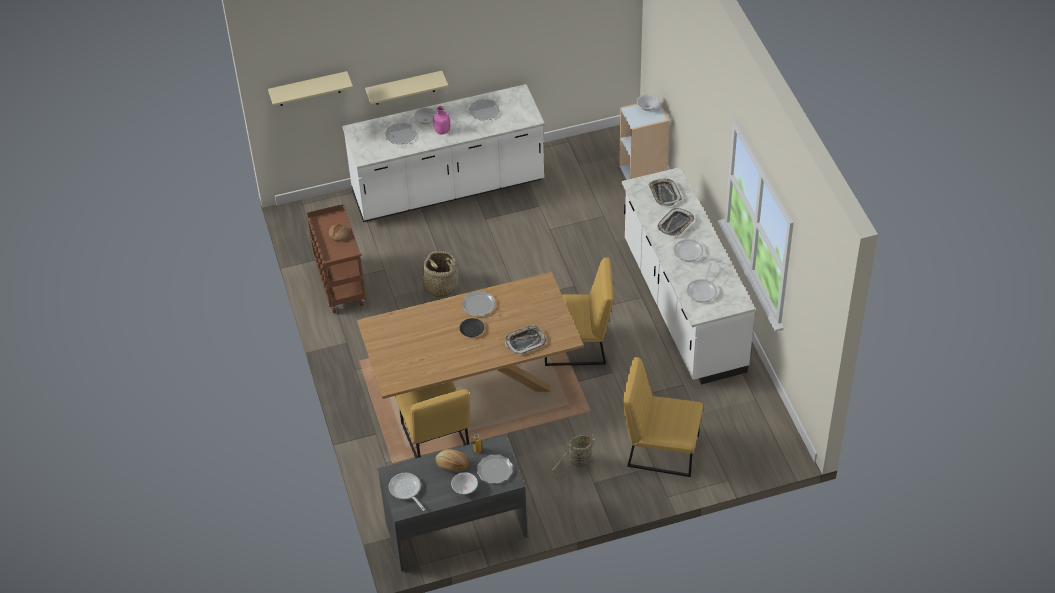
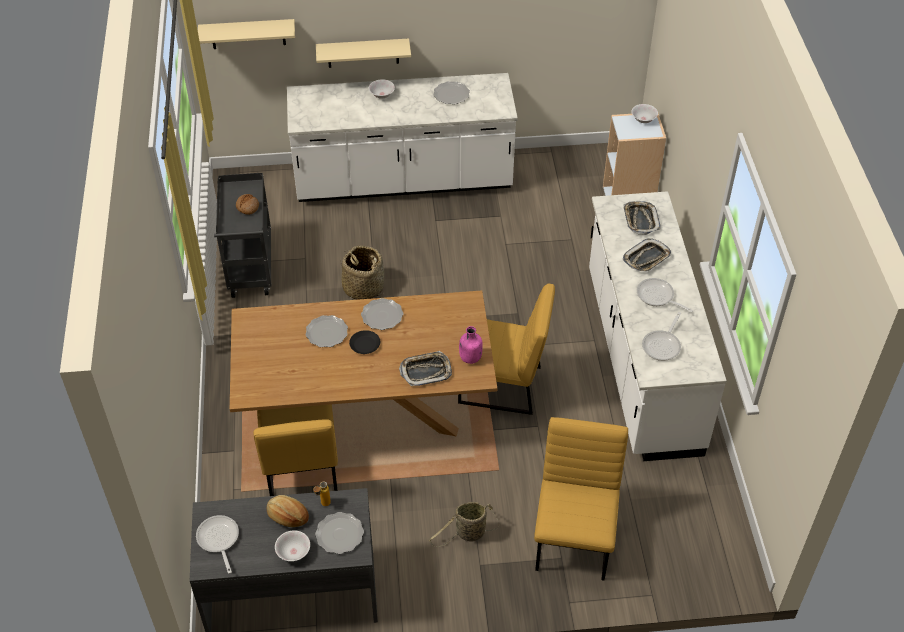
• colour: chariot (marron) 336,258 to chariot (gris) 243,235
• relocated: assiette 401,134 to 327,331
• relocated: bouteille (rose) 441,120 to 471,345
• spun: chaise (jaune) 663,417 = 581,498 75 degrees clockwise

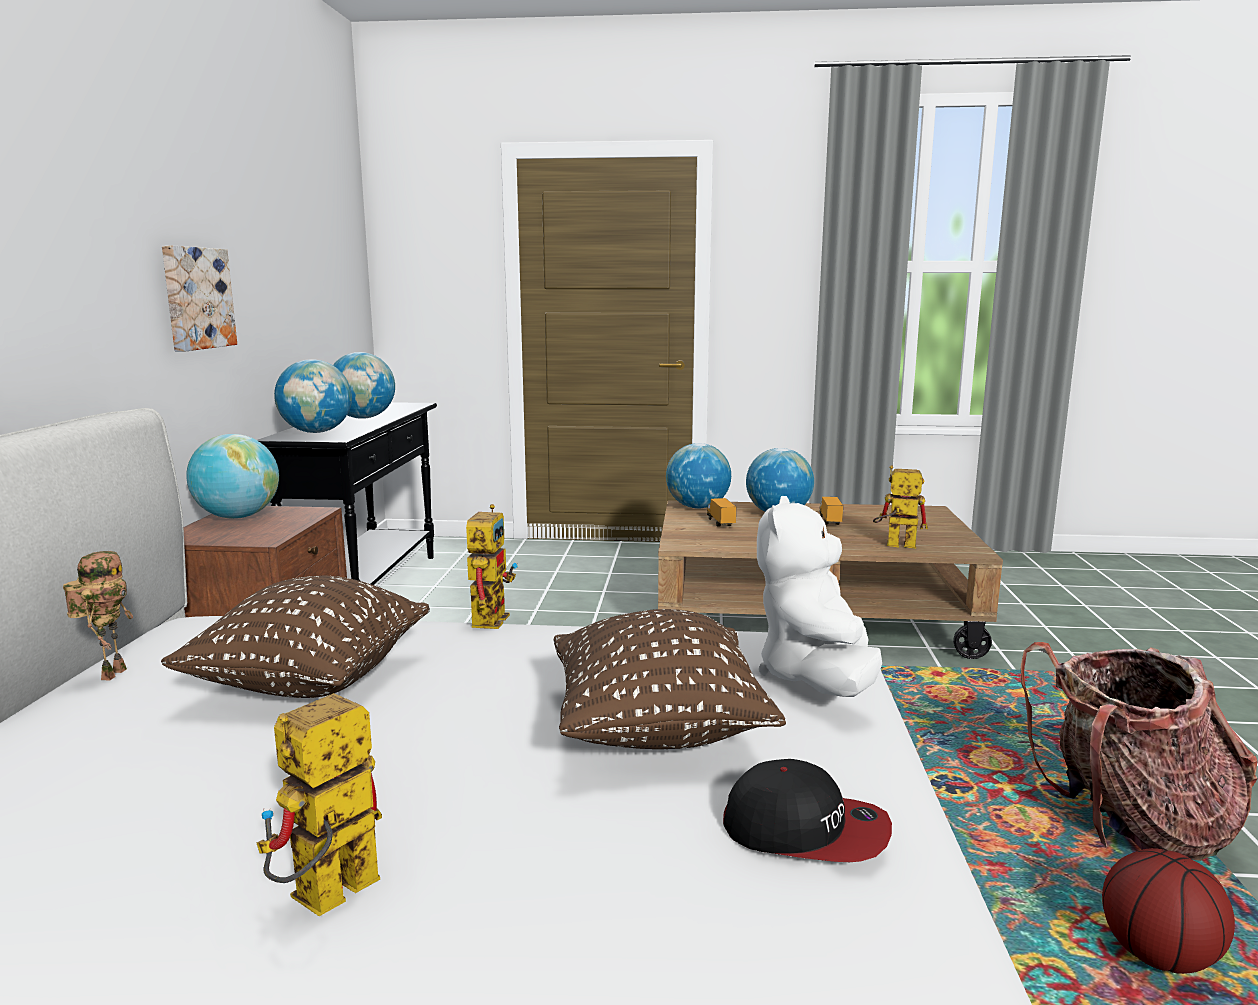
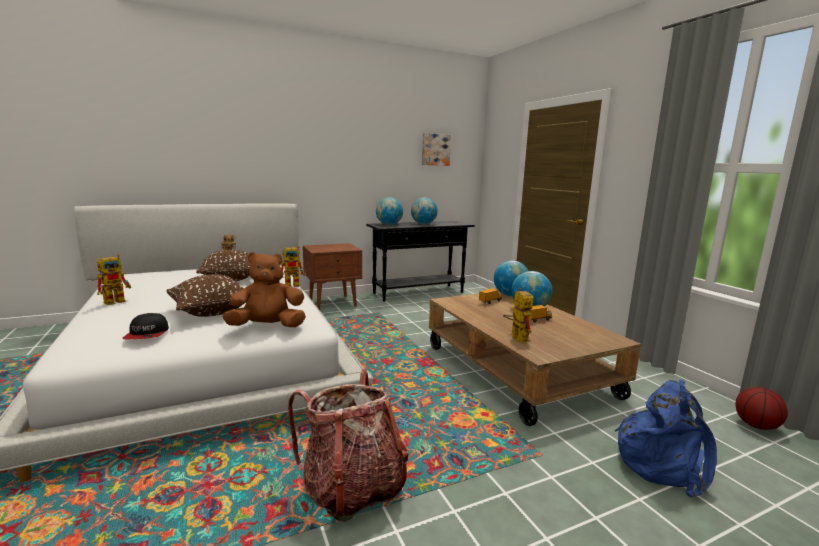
• spun: robot jouet 319,804 = 114,279 120 degrees clockwise
• colour: peluche (blanc) 819,596 to peluche (marron) 264,289
• relocated: tableau 199,298 to 436,149
• appeared: sac à dos (bleu) 666,438
• relocated: ballon de basket 1168,911 to 761,408
• missing: globe 232,476

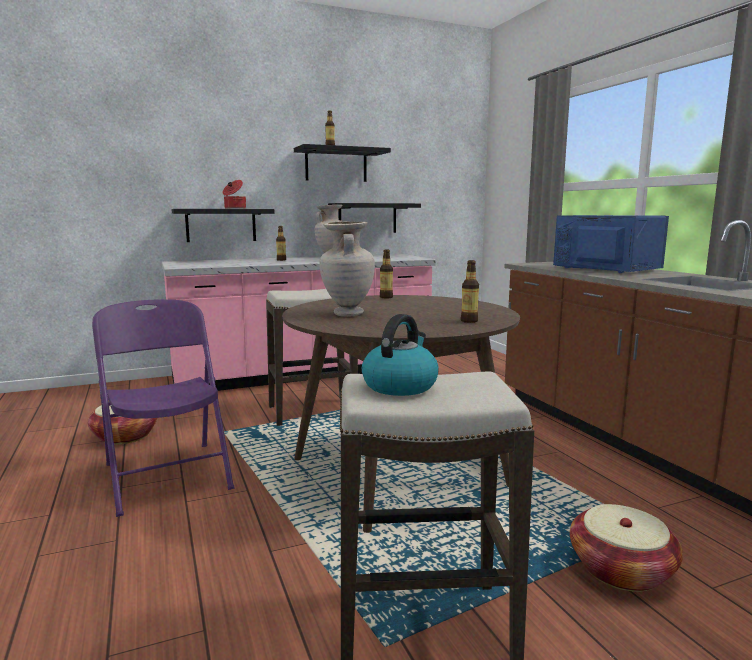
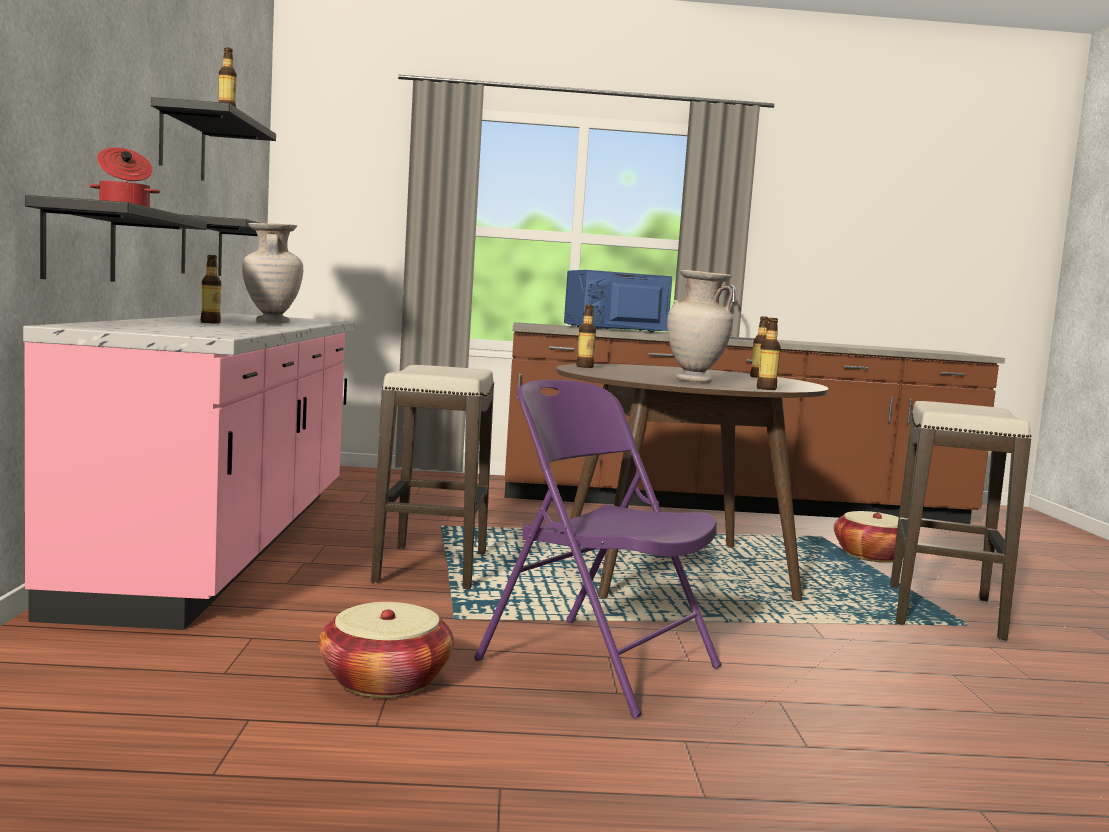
• spun: chaise (violet) 163,408 = 597,549 45 degrees clockwise
• appeared: bouteille 769,354
• missing: bouilloire 400,355

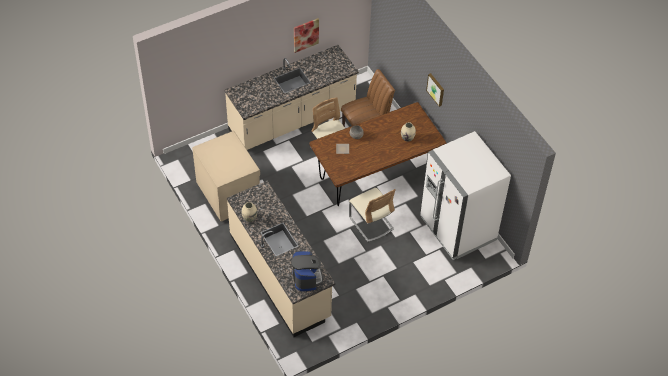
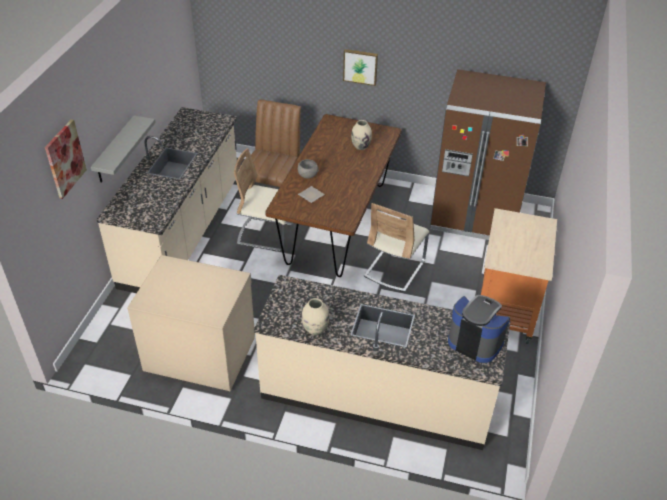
• relocated: tableau 306,35 to 66,159
• appeared: étagère (gris) 123,149
• spun: chaise (beige) 372,215 = 396,247 105 degrees clockwise
• colour: réfrigérateur (blanc) 465,195 to réfrigérateur (marron) 488,154
• appeared: chariot (orange) 519,276

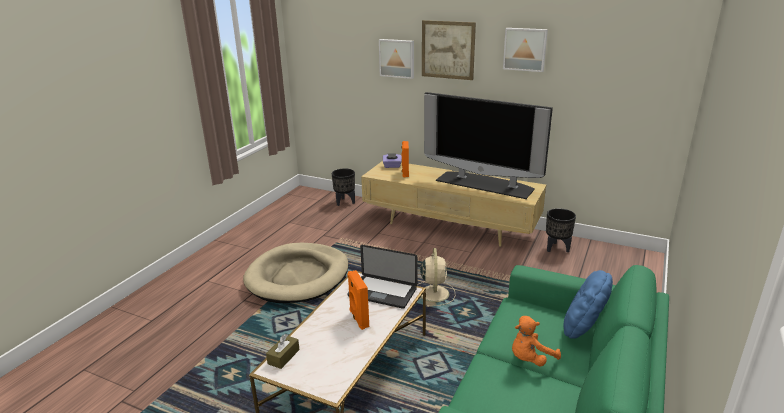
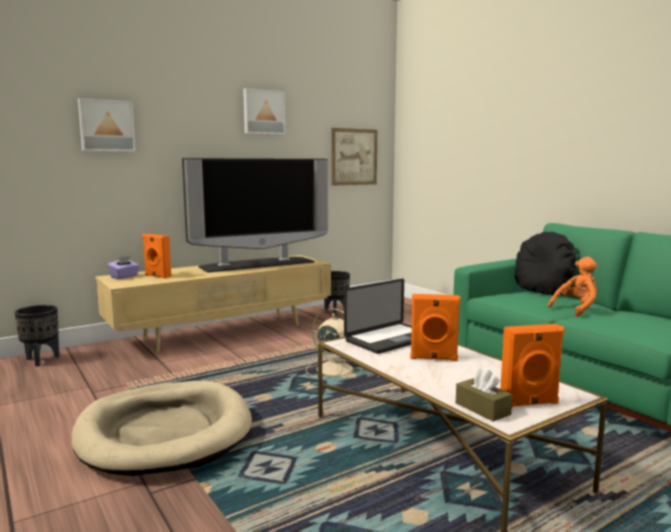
• relocated: tableau 449,50 to 354,157
• appeared: enceinte (orange) 532,366
• colour: coussin (bleu) 588,304 to coussin (noir) 545,263
• spun: peluche (orange) 536,341 = 573,287 120 degrees counterclockwise

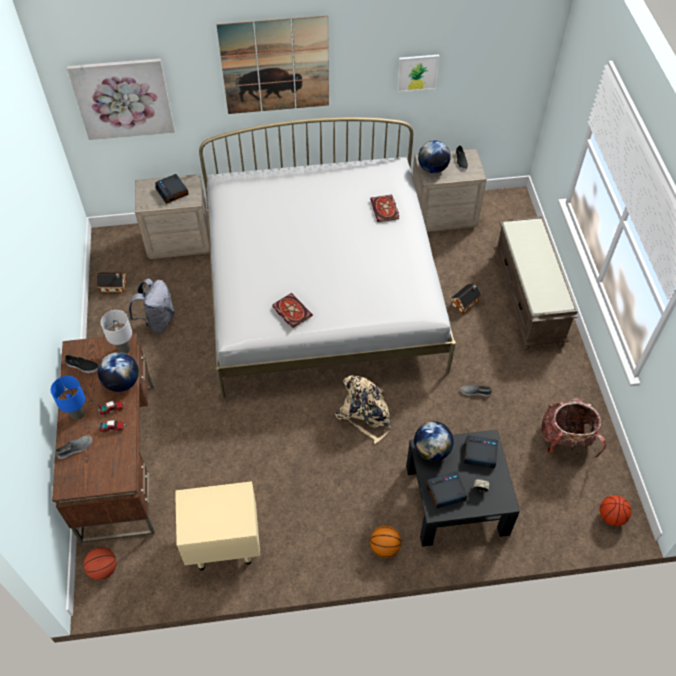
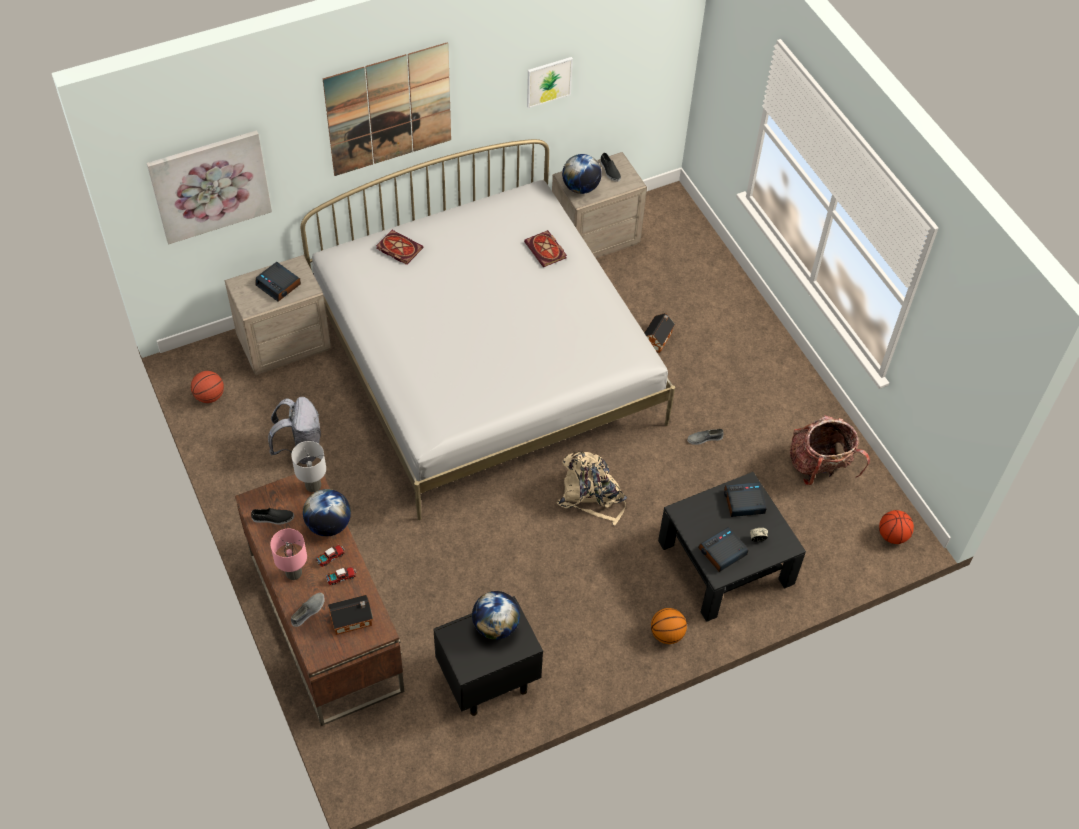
• relocated: ballon de basket 100,563 to 207,387
• colour: lampe de table (bleu) 68,398 to lampe de table (rose) 288,554
• relocated: maison miniature 112,282 to 350,615
• relocated: livre 292,310 to 399,247
• colour: table de chevet (beige) 217,525 to table de chevet (noir) 488,656
• relocated: globe 434,441 to 496,615
• missing: banc (marron) 536,283

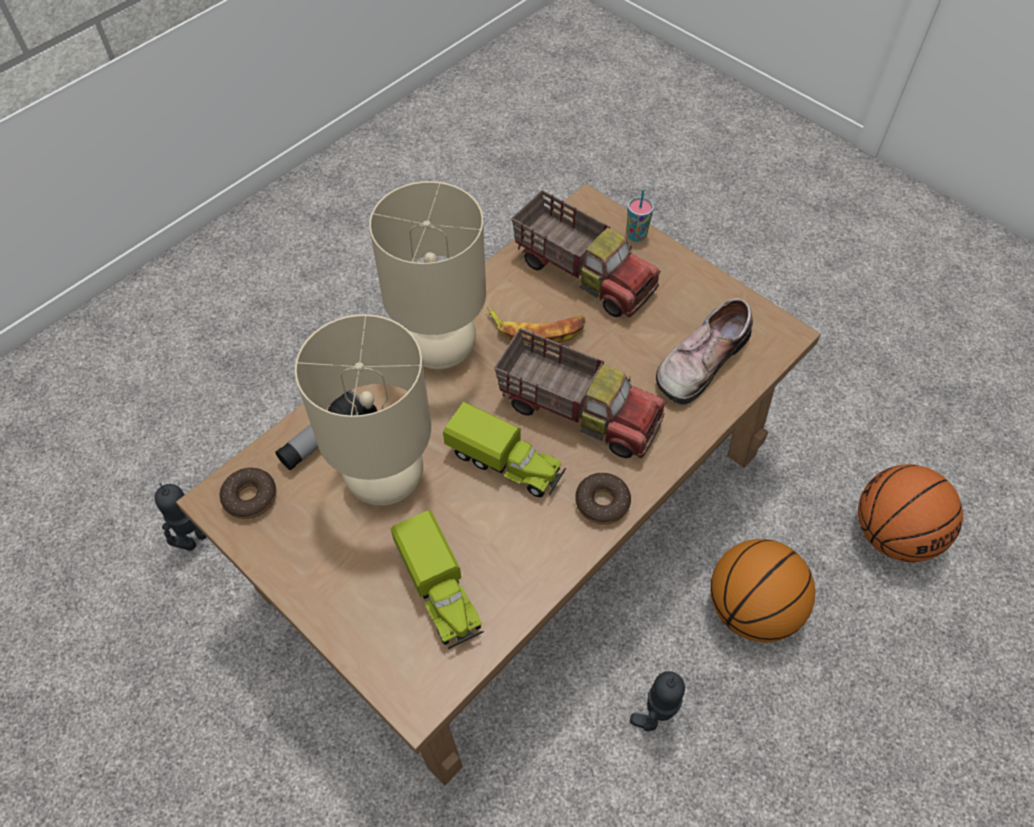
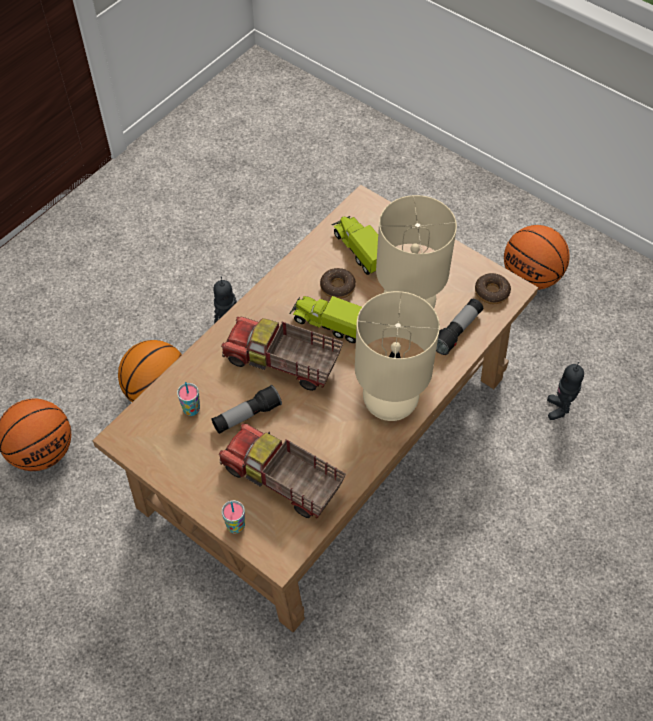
• exchanged: chaussure 704,351 to tasse 188,399
• appeared: lampe de poche 247,409
• relocated: beignet 603,498 to 338,283
• appeared: ballon de basket 537,257
• spun: robot jouet 181,517 = 565,391 150 degrees clockwise
• missing: banane 536,326

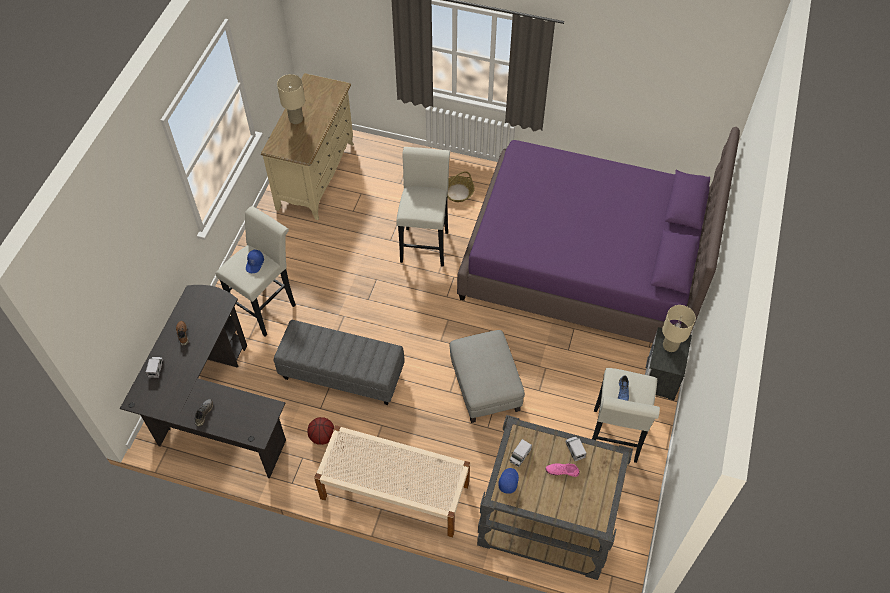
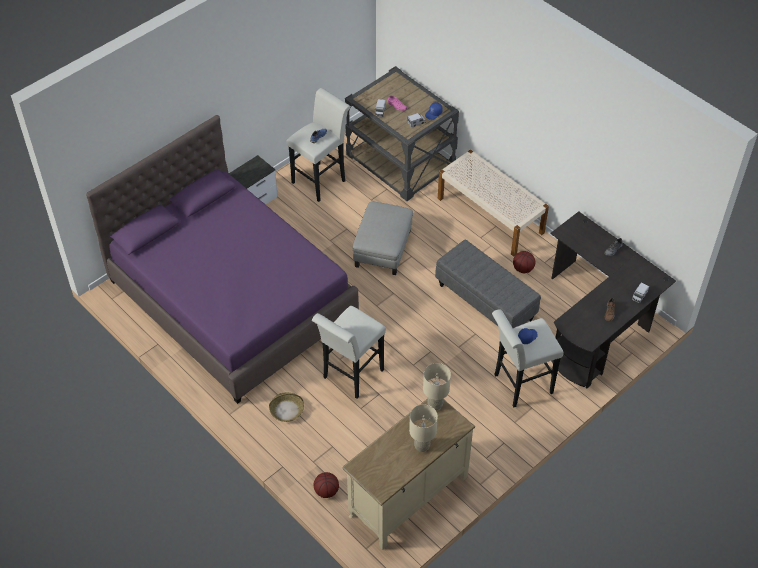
• appeared: ballon de basket 326,485
• relocated: lampe de table (beige) 679,328 to 437,386

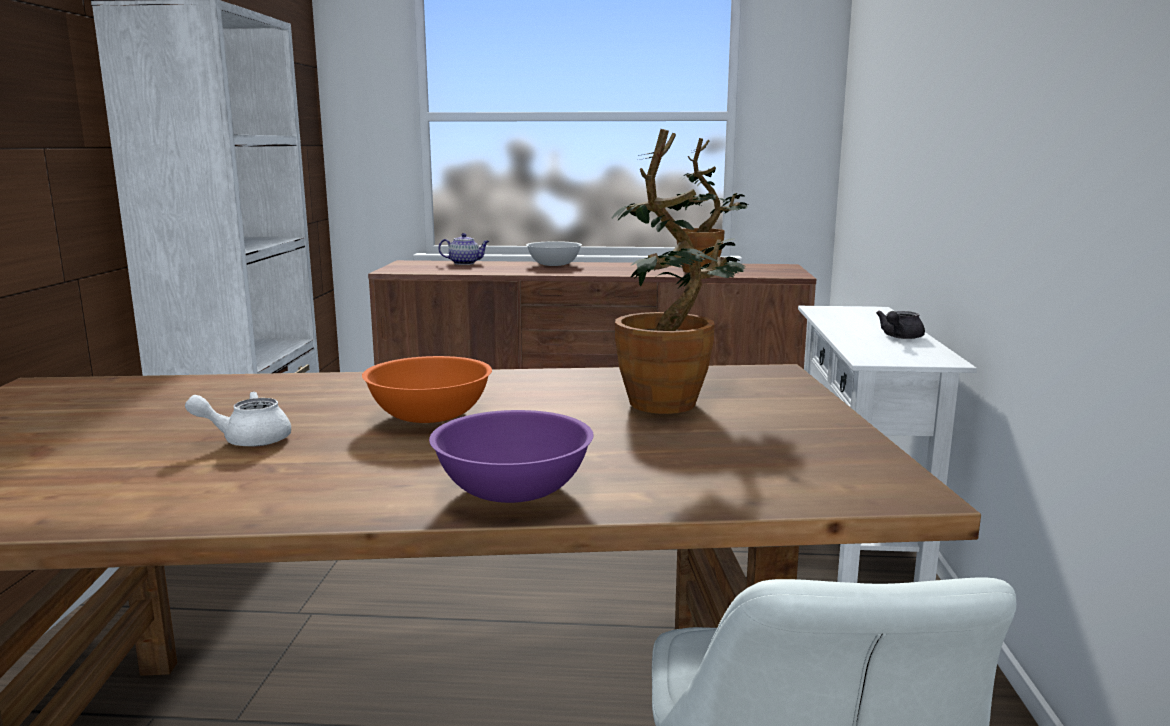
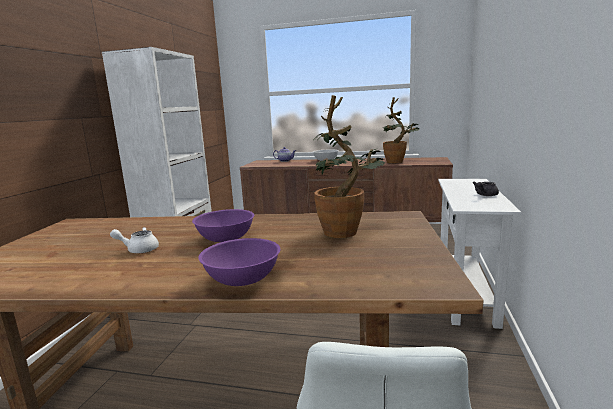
• colour: bol (orange) 427,389 to bol (violet) 223,225

